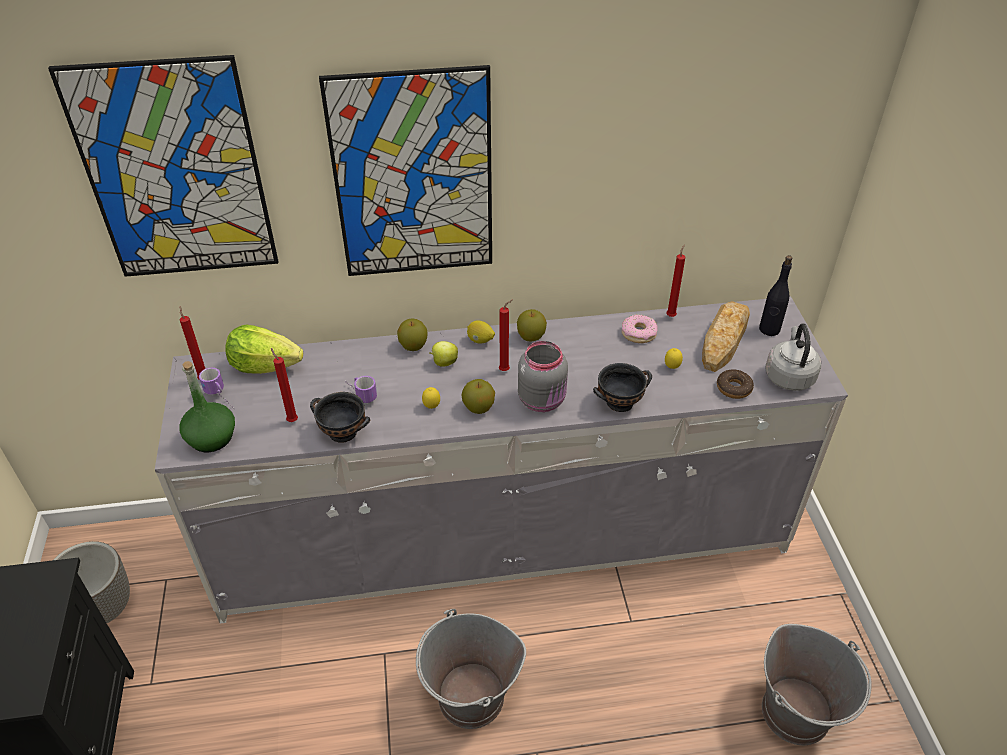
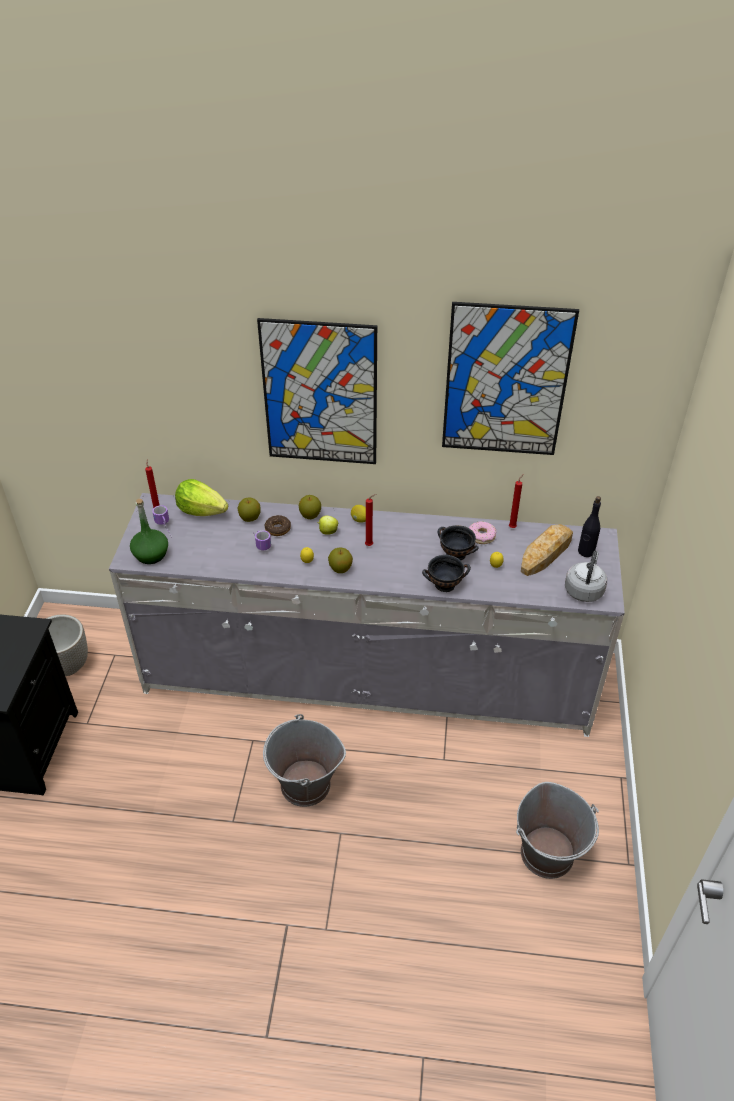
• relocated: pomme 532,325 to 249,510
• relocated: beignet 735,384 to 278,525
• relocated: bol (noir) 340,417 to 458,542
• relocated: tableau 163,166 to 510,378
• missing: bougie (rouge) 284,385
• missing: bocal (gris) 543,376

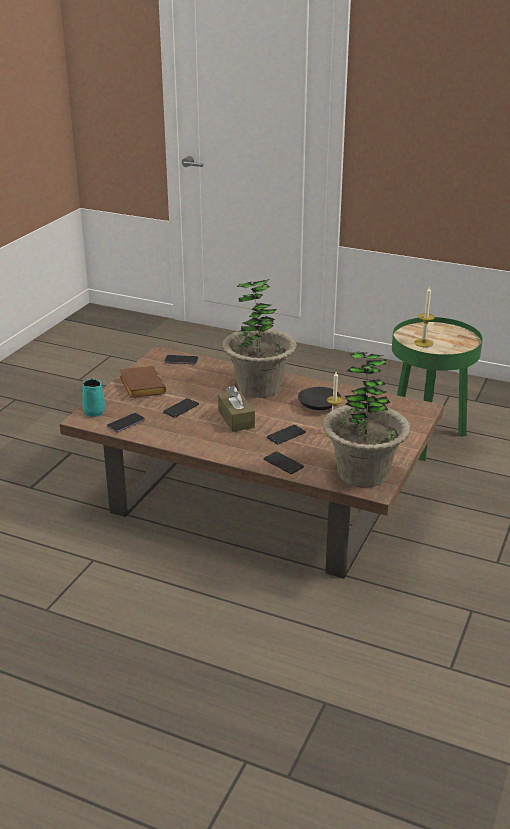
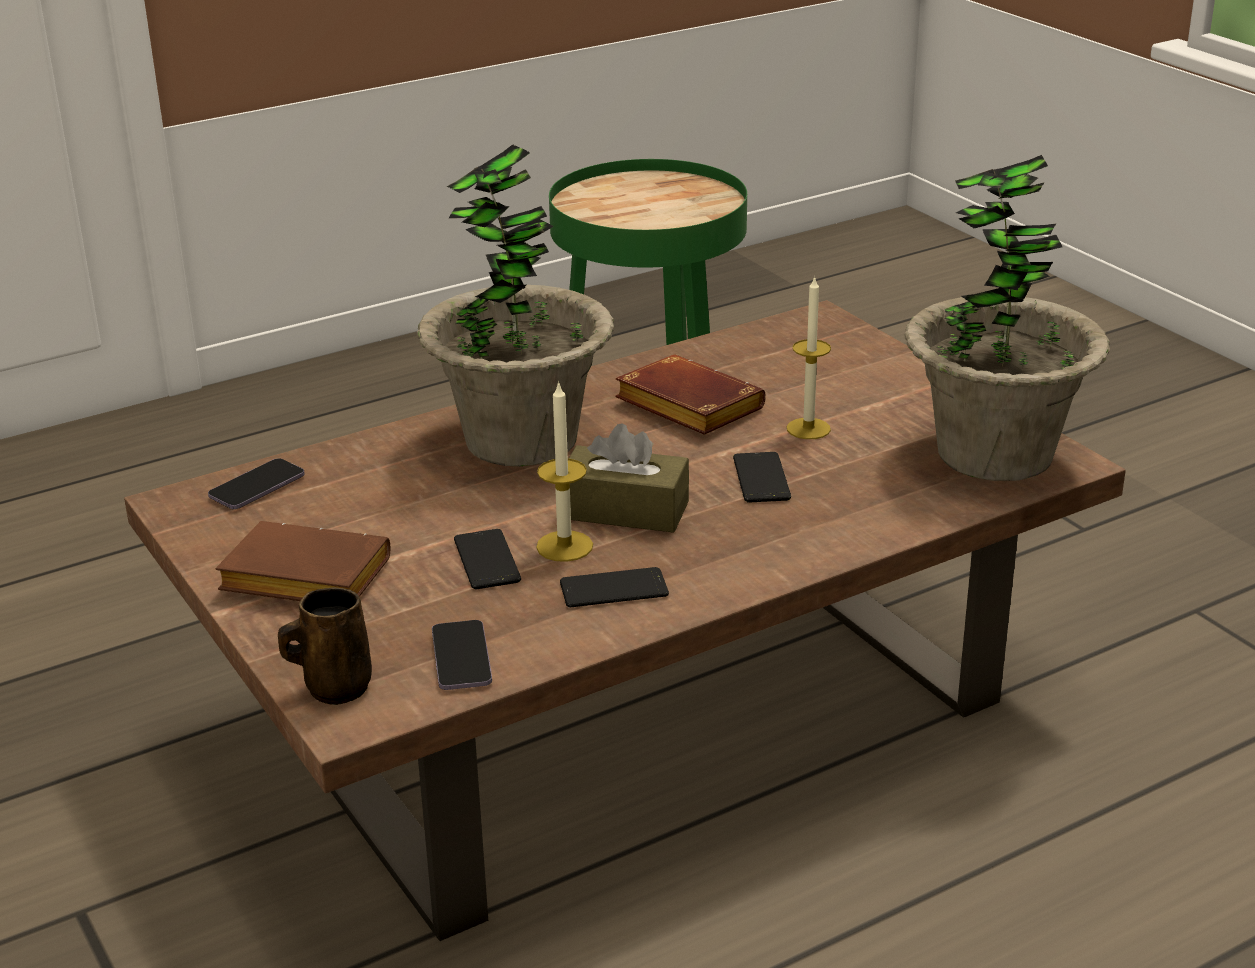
• colour: mug (turquoise) 93,398 to mug (marron) 325,646
• relocated: bougie 424,316 to 564,471
• relocated: téléphone 284,462 to 614,587
• exchanged: bol (noir) 319,398 to livre (marron) 690,394

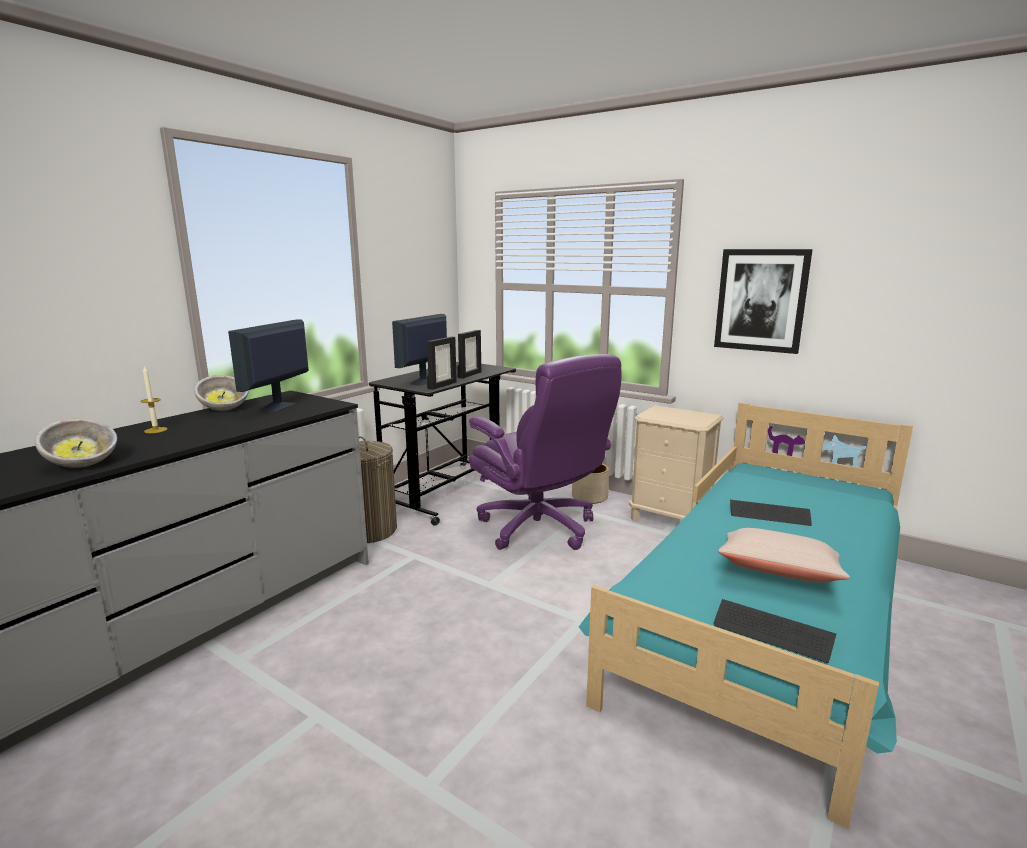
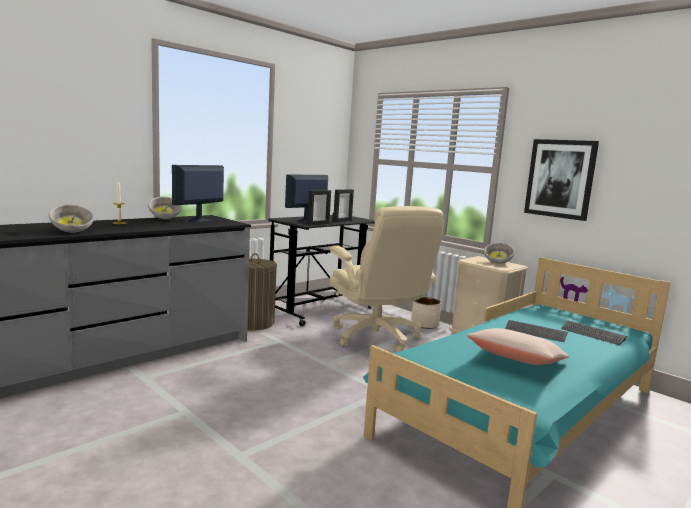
• colour: chaise de bureau (violet) 545,452 to chaise de bureau (beige) 386,279
• appeared: bol 499,253
• relocated: clavier 775,631 to 594,333

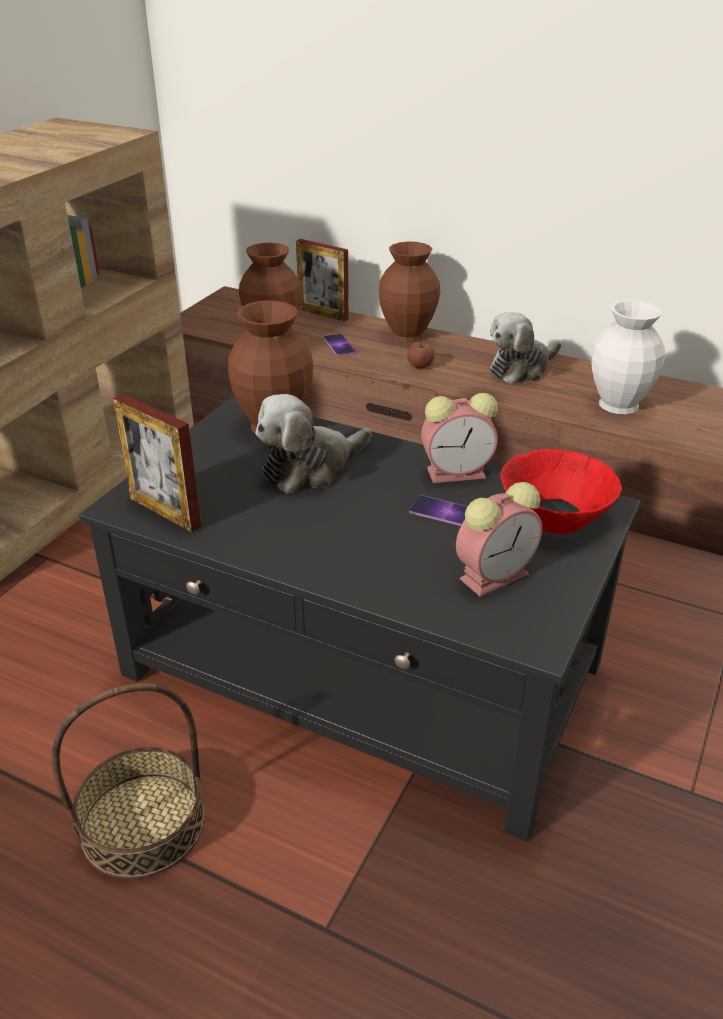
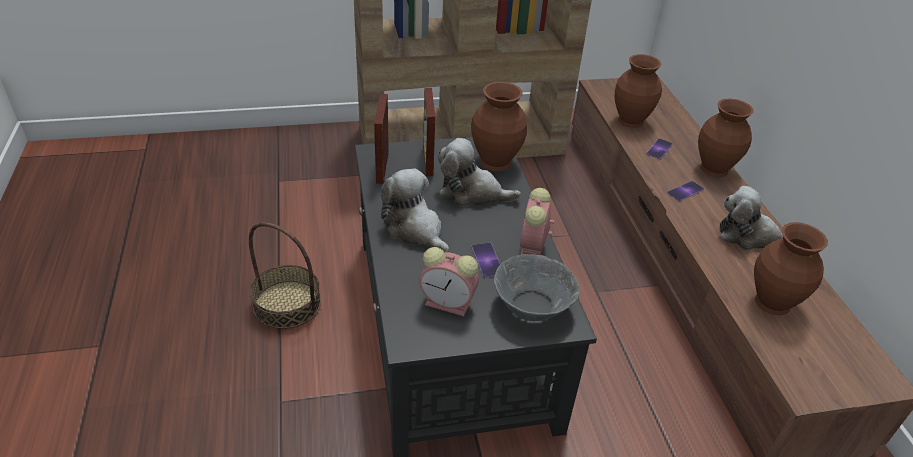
• appeared: peluche 415,210
• relocated: cadre photo 322,280 to 429,132
• colour: bol (rouge) 561,491 to bol (gris) 537,287
• spun: réveil 459,438 = 537,221 60 degrees clockwise
• exchanged: pomme 421,355 to téléphone 685,191
• colour: vase (blanc) 628,357 to vase (marron) 791,269

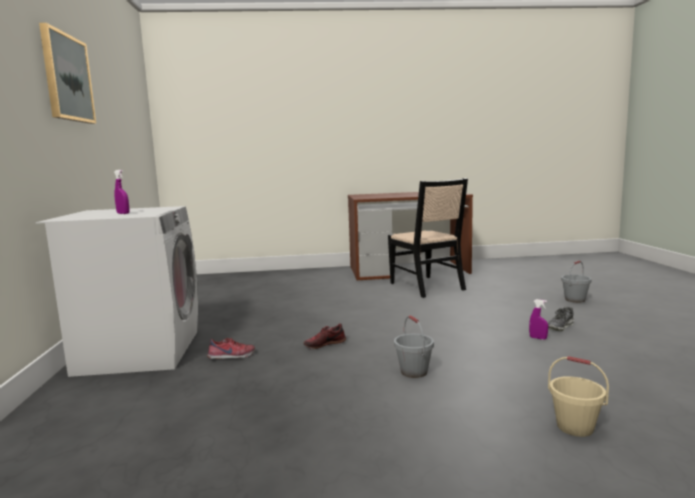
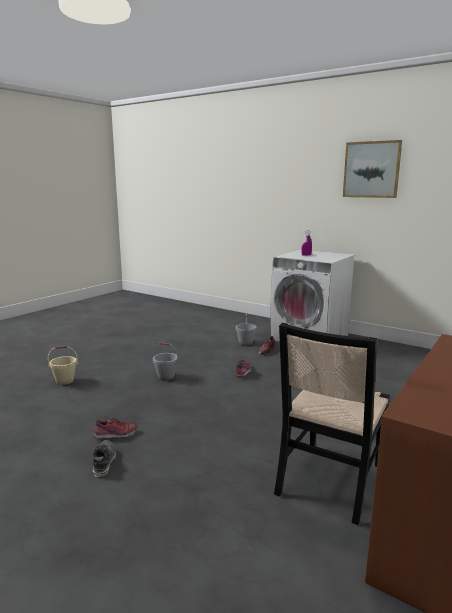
• exchanged: vaporisateur (violet) 538,319 to chaussure 115,428
• relocated: seau (gris) 576,282 to 246,330
• spun: chaise 428,238 = 332,424 75 degrees counterclockwise

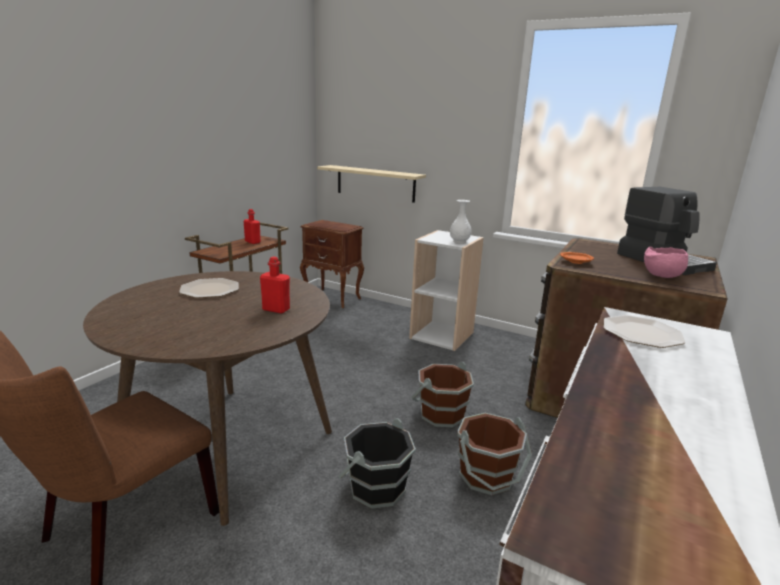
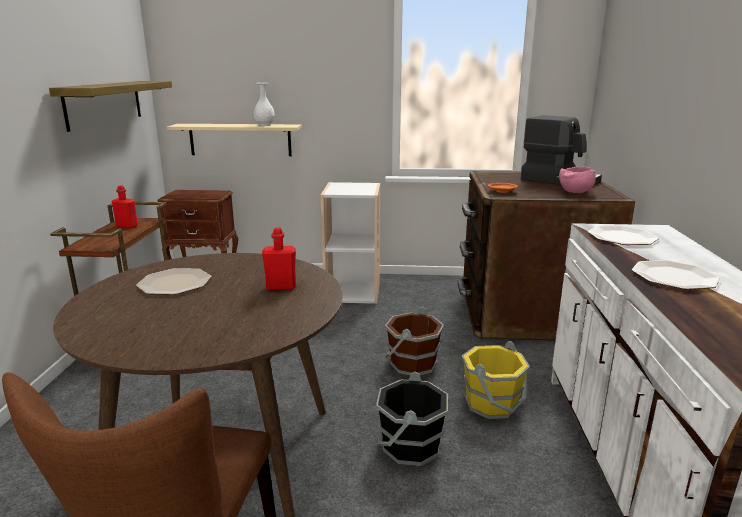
• appeared: étagère 110,106
• relocated: vase (blanc) 460,222 to 264,104
• colour: seau (marron) 494,454 to seau (jaune) 496,380
• appeared: assiette 676,275

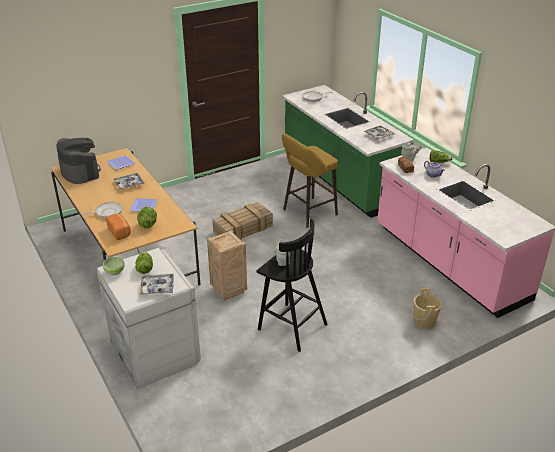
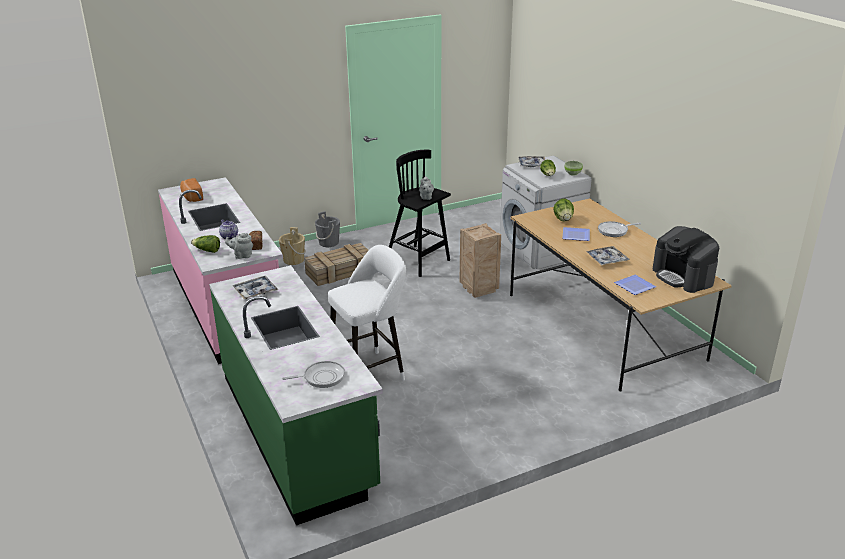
• relocated: pain 118,227 to 191,190
• relocated: caisse 242,221 to 336,264
• appeared: seau (gris) 327,229
• colour: tabouret (jaune) 310,180 to tabouret (blanc) 367,313

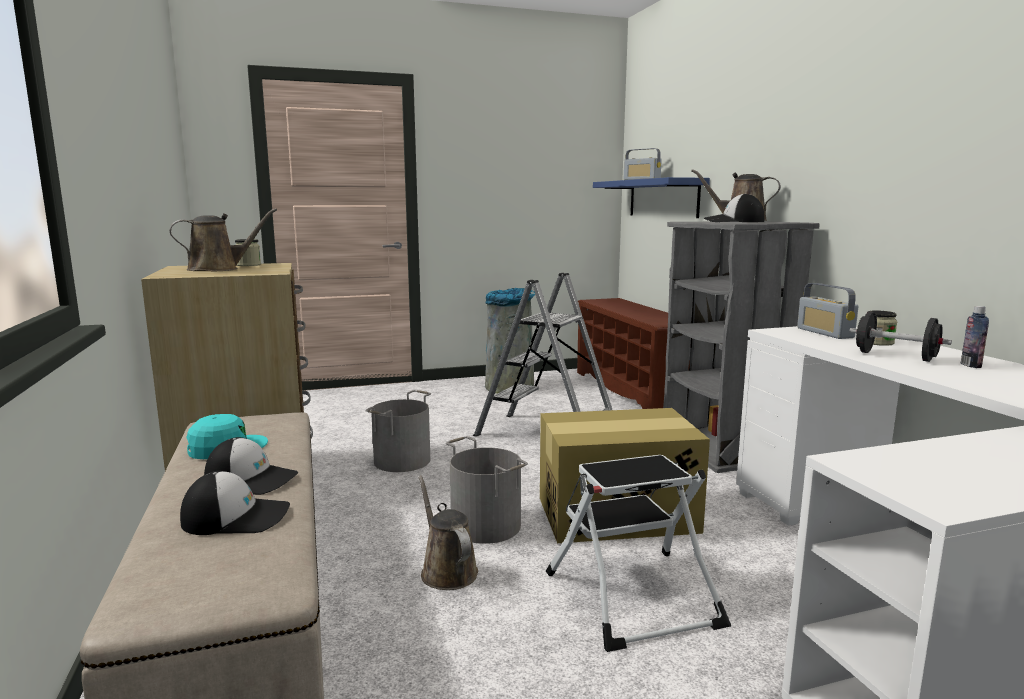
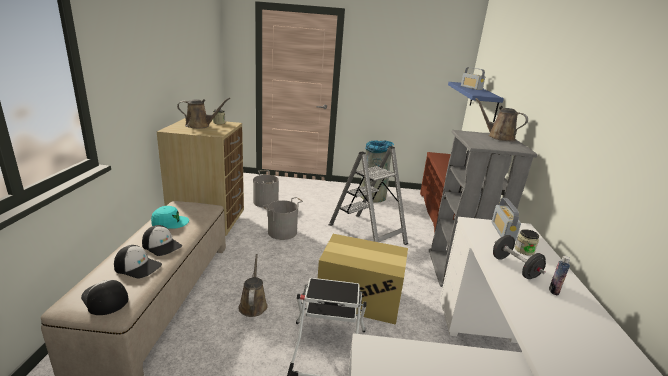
• relocated: casquette 734,207 to 105,297
• relocated: seau (gris) 487,490 to 266,189

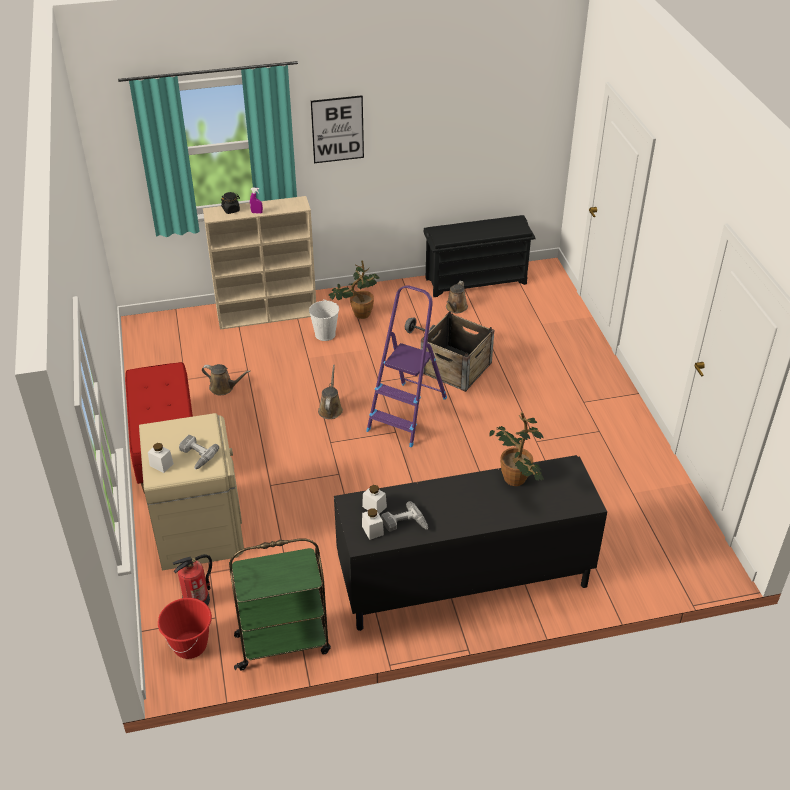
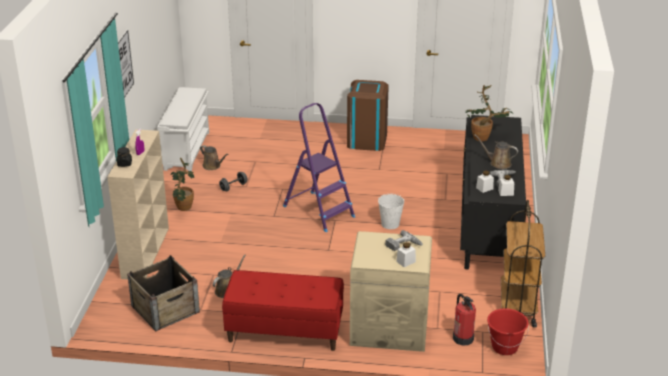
• relocated: caisse 457,351 to 163,293
• colour: étagère à chaussures (noir) 479,256 to étagère à chaussures (blanc) 183,129
• appeared: poubelle (marron) 368,115
• relocated: seau (blanc) 324,320 to 391,211
• relocated: arrosoir (marron) 330,392 to 496,152
• colour: chariot (vert) 280,604 to chariot (marron) 523,264

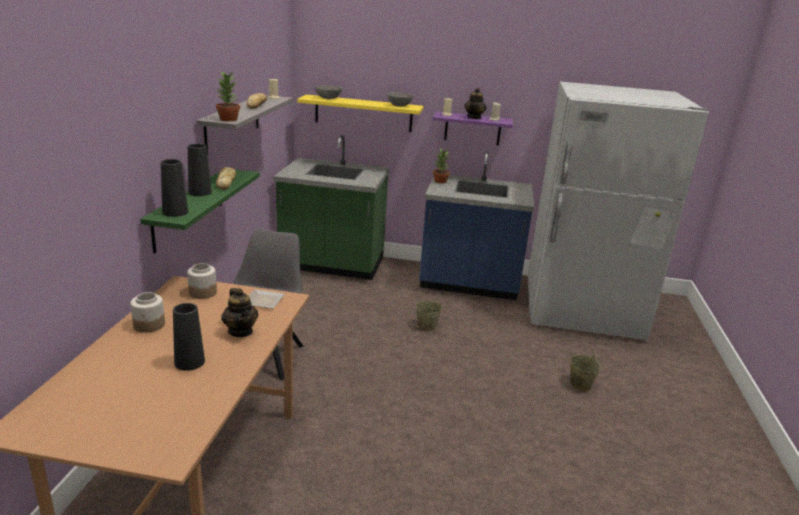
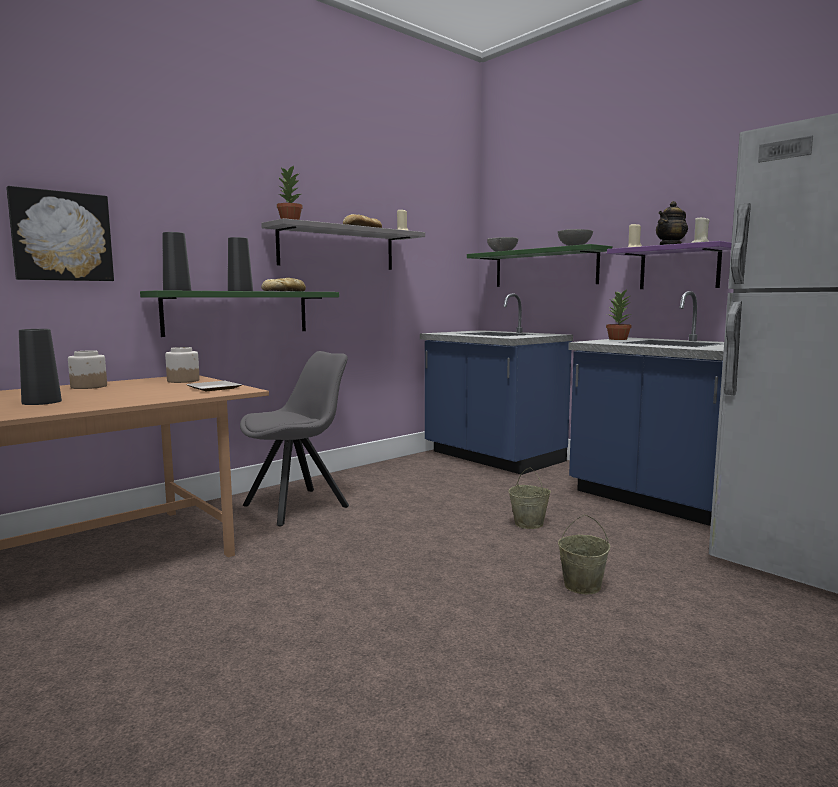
• appeared: tableau 60,233
• colour: comptoir de cuisine (vert) 332,207 to comptoir de cuisine (bleu) 496,384
• colour: étagère (jaune) 360,113 to étagère (vert) 540,265
• relocated: seau (beige) 585,369 to 584,554
• missing: théière 239,312

